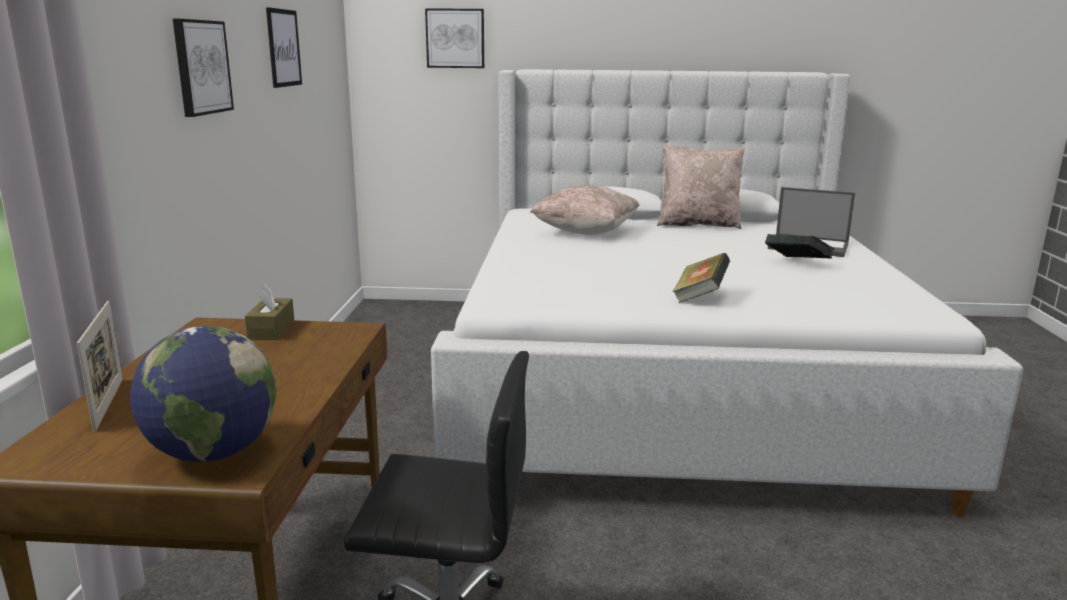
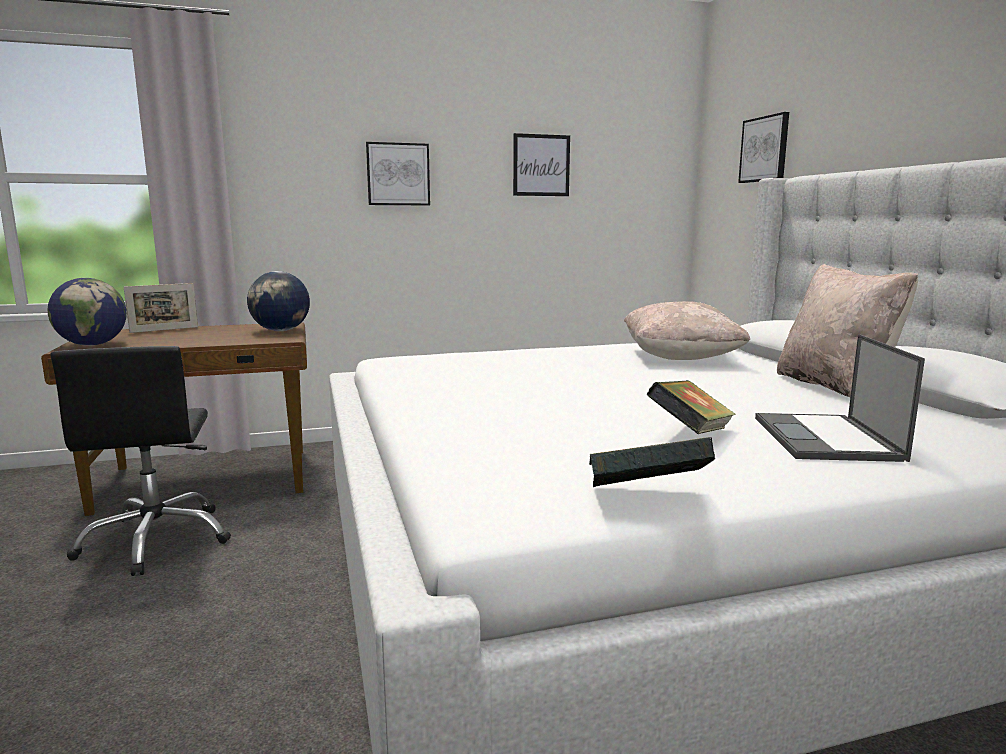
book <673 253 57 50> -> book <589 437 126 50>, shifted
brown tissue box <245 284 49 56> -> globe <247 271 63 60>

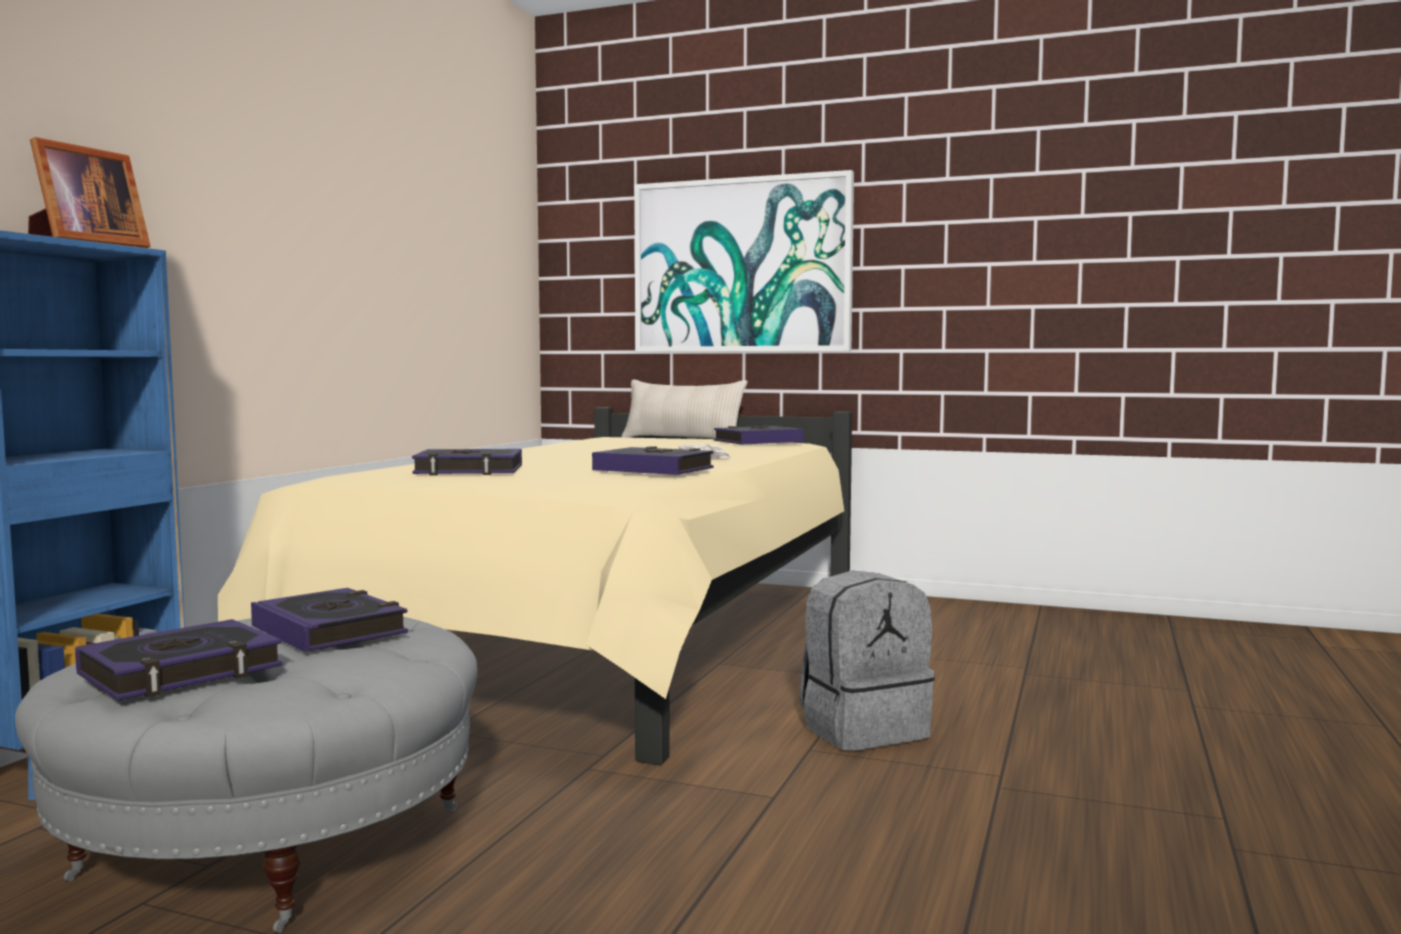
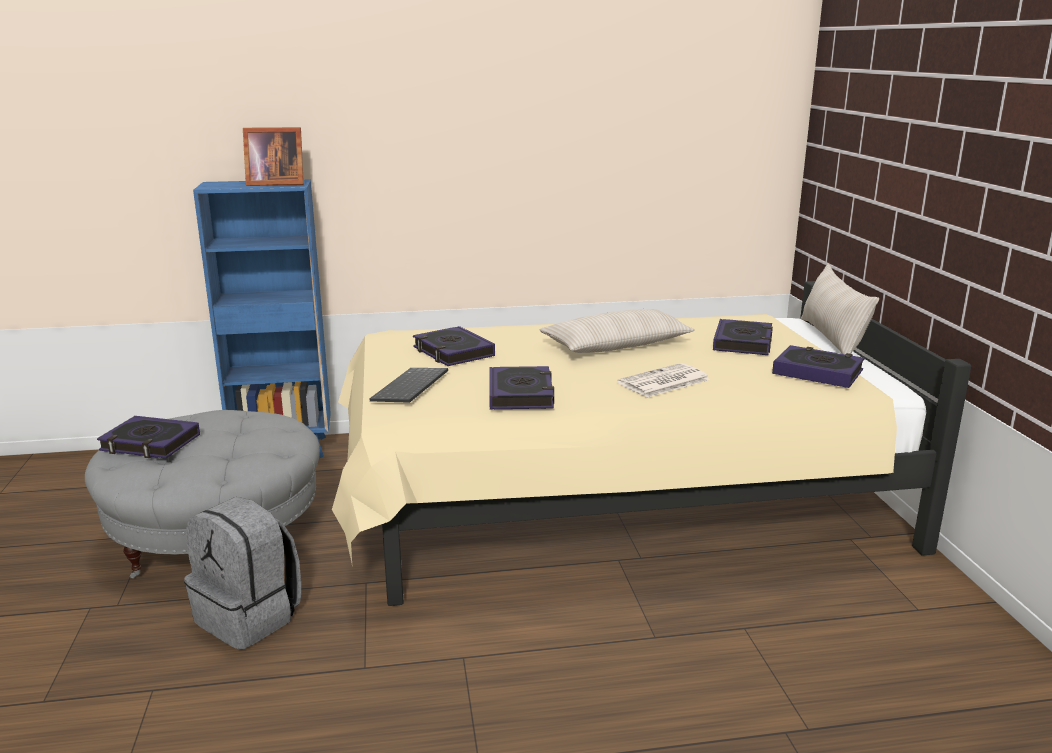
picture <634 170 220 182> -> none
none -> keyboard <369 368 79 35>
none -> beige pillow <539 309 156 44>
book <251 588 157 64> -> book <713 319 60 36>, shifted
grey backpack <800 570 135 181> -> grey backpack <184 497 117 153>, shifted

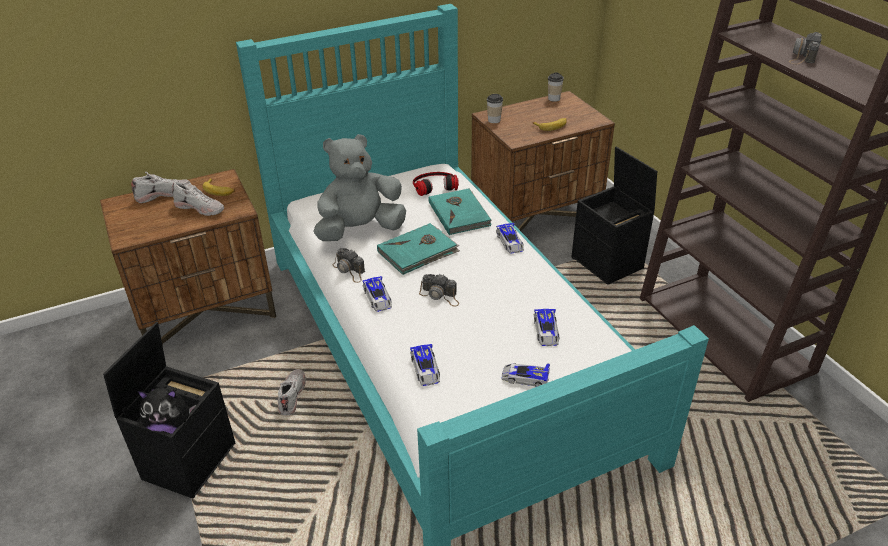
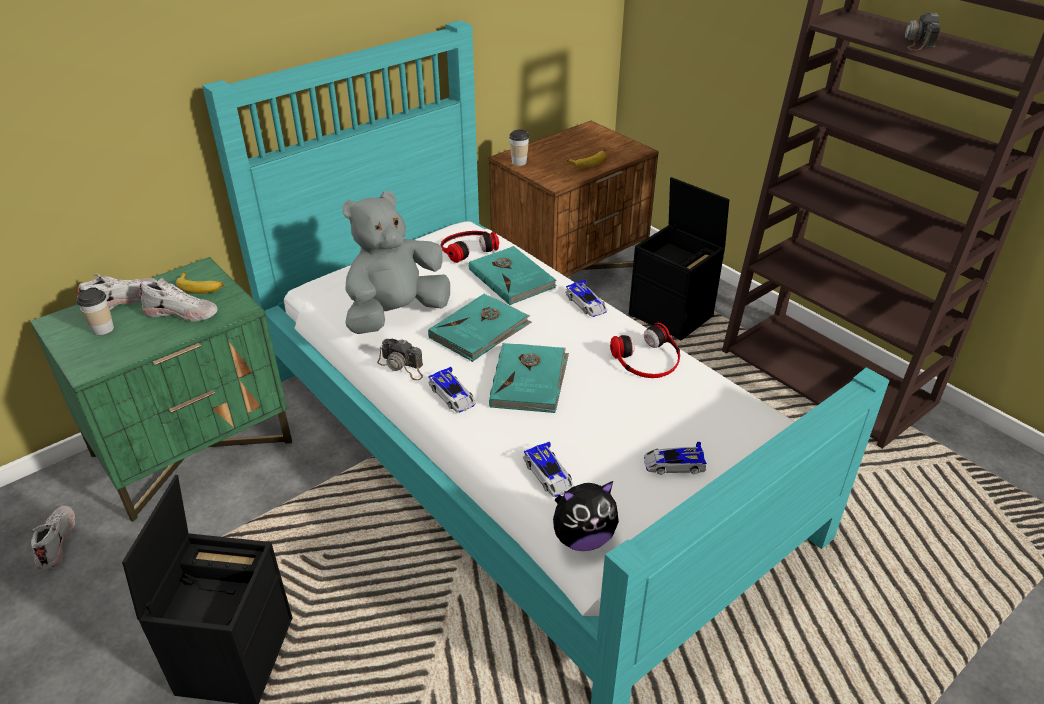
toy car <533 309 26 37> -> none
none -> headphones <610 323 70 55>
plush toy <137 388 59 46> -> plush toy <553 481 66 70>, shifted
white shoe <278 369 28 46> -> white shoe <31 506 44 64>, shifted
cup <548 73 16 29> -> cup <77 287 37 48>, shifted
photo camera <419 274 40 32> -> turquoise book <489 343 80 70>
brown nightstand <100 169 176 175> -> green nightstand <30 257 262 265>

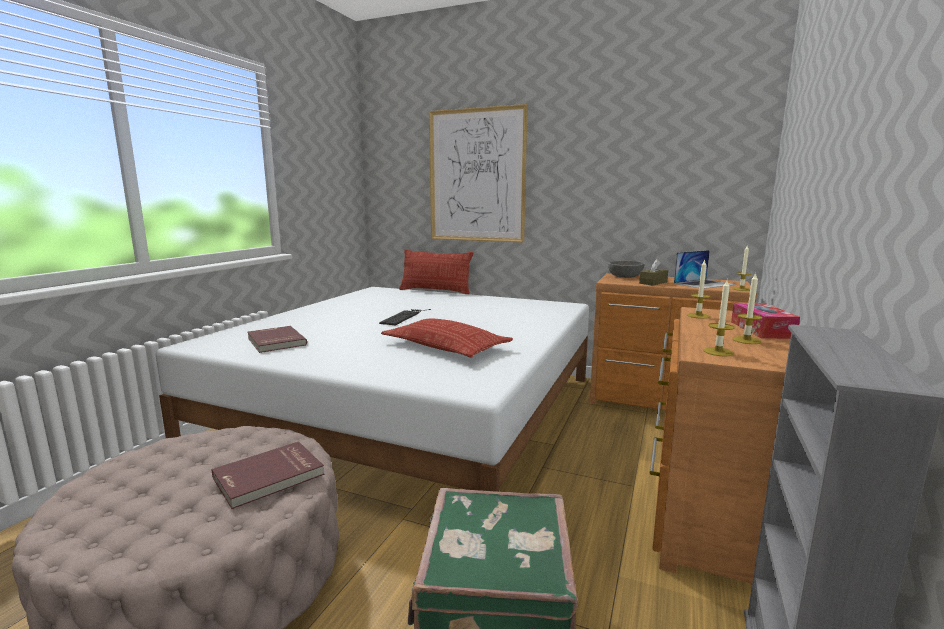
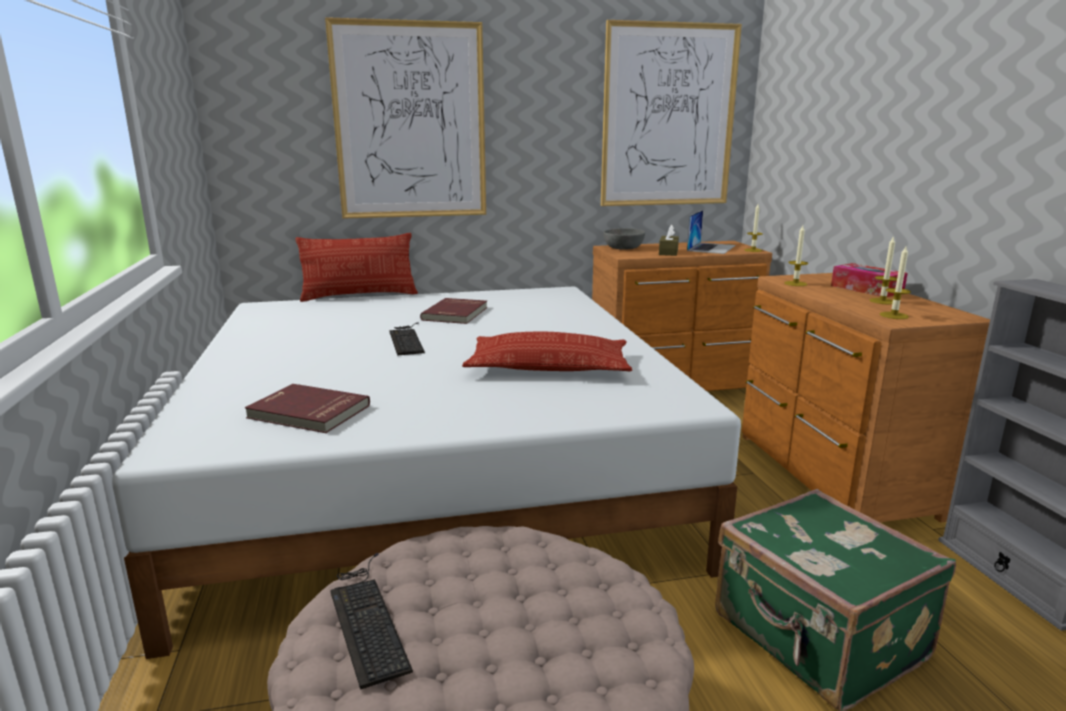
none -> keyboard <330 553 83 137>
none -> picture <601 20 141 186>
red book <212 441 112 68> -> red book <420 298 67 26>, shifted

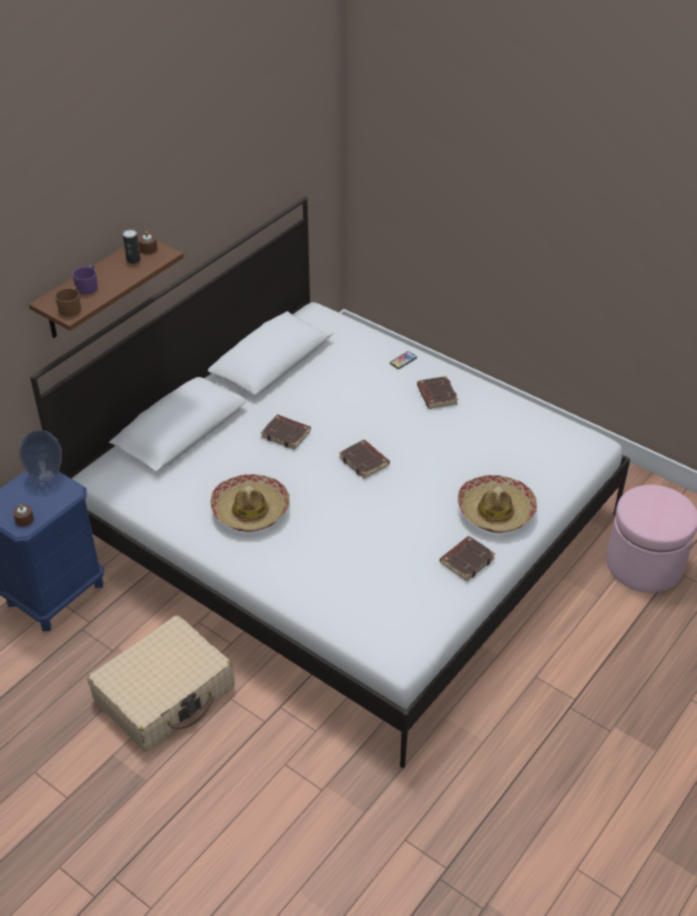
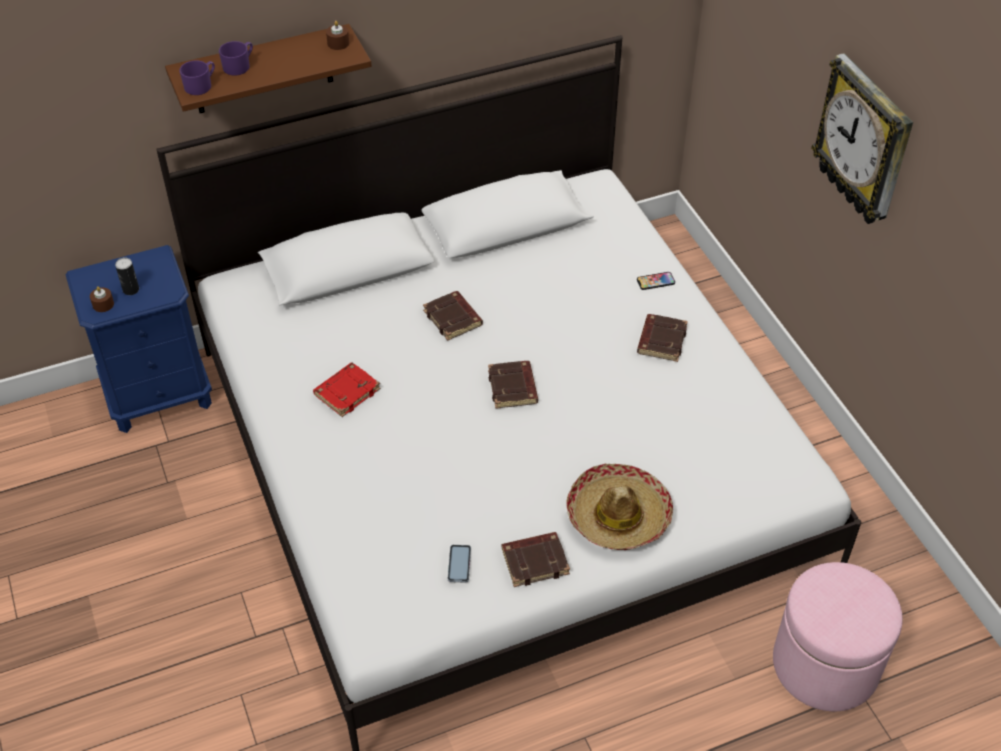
vase <19 430 43 52> -> none
beige suitcase <87 615 148 137> -> none
none -> phone <448 545 23 38>
none -> wall clock <811 53 102 171>
can <123 229 18 35> -> can <115 257 24 38>, shifted
hat <210 474 79 58> -> red book <313 362 68 55>
brown mug <55 286 26 31> -> purple mug <179 60 36 35>

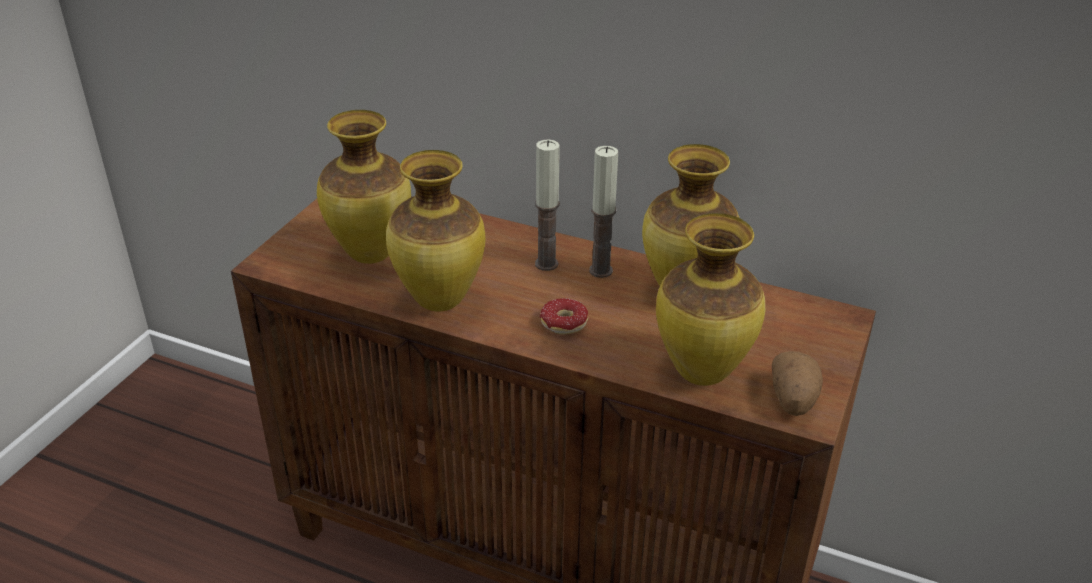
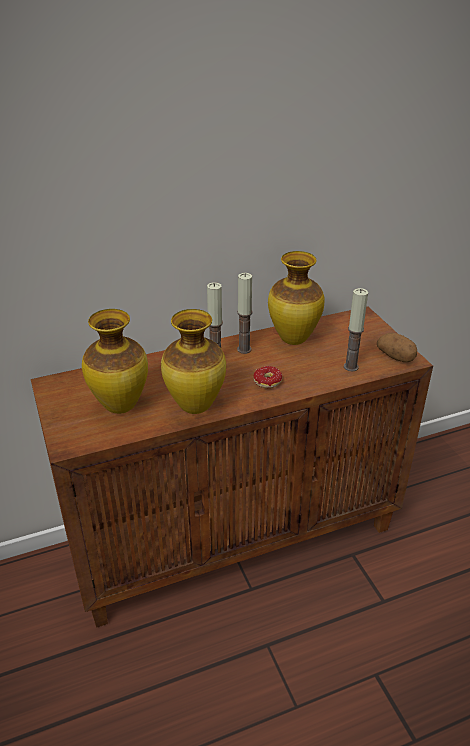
vase <656 213 109 173> -> candle <344 288 24 84>

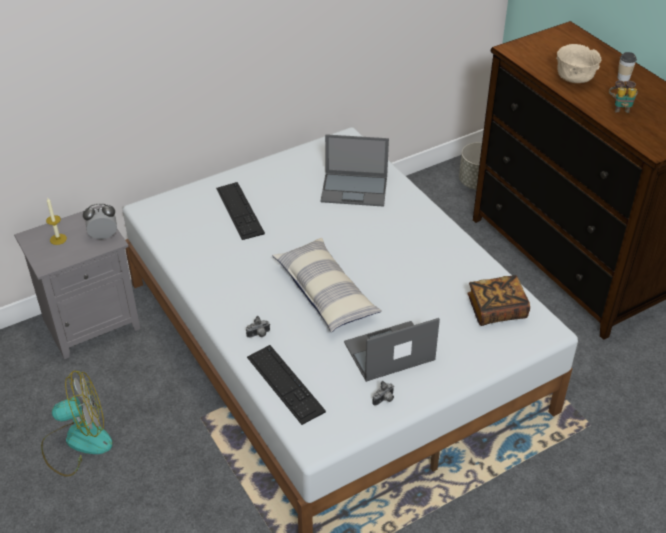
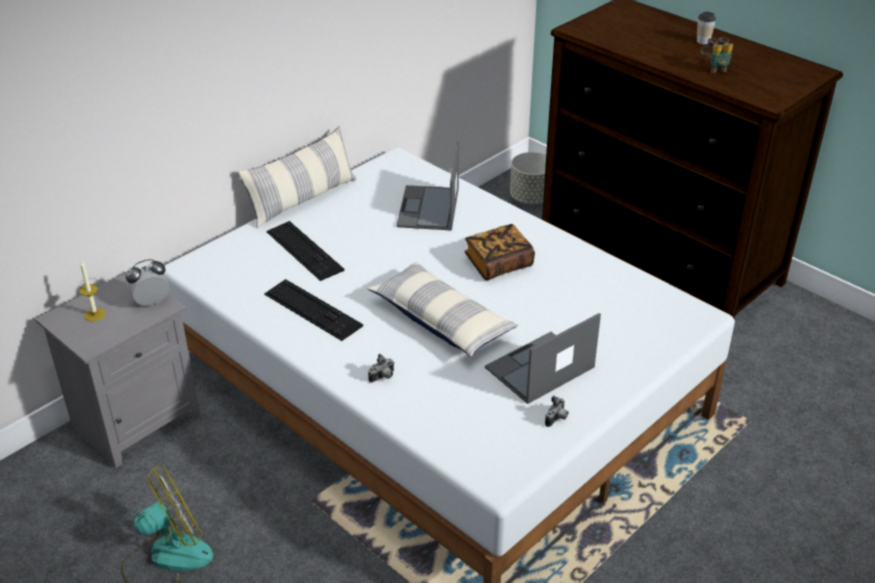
beige bowl <556 44 46 39> -> none
none -> pillow <238 126 118 102>
keyboard <247 345 79 80> -> keyboard <264 279 99 62>, shifted
book <468 275 62 51> -> book <464 224 71 56>, shifted
laptop <321 134 68 73> -> laptop <396 142 63 89>, 105 degrees clockwise

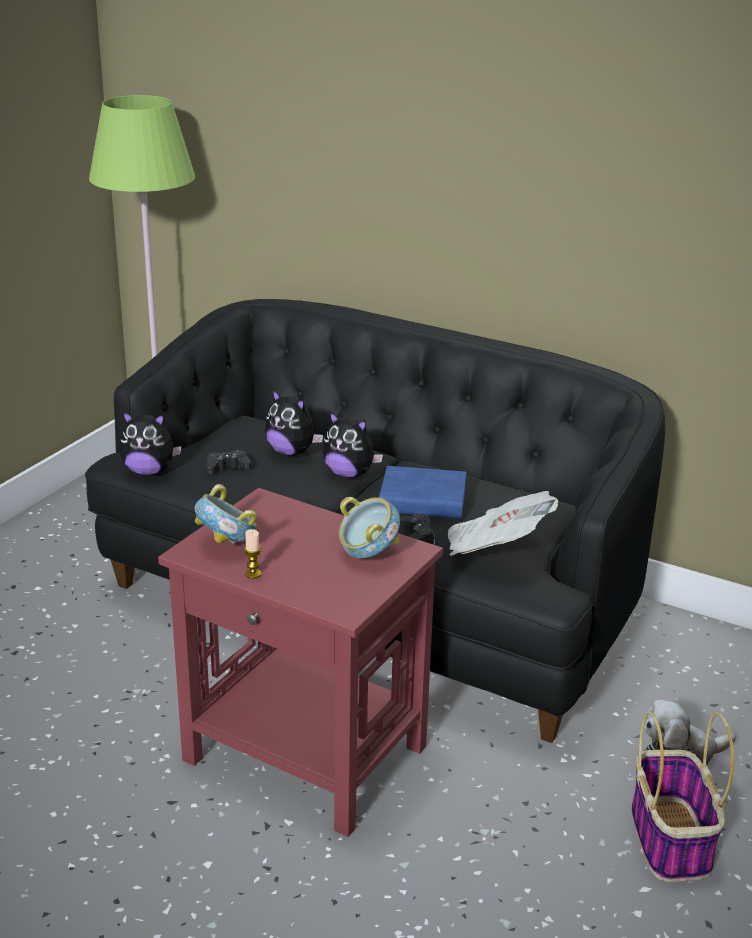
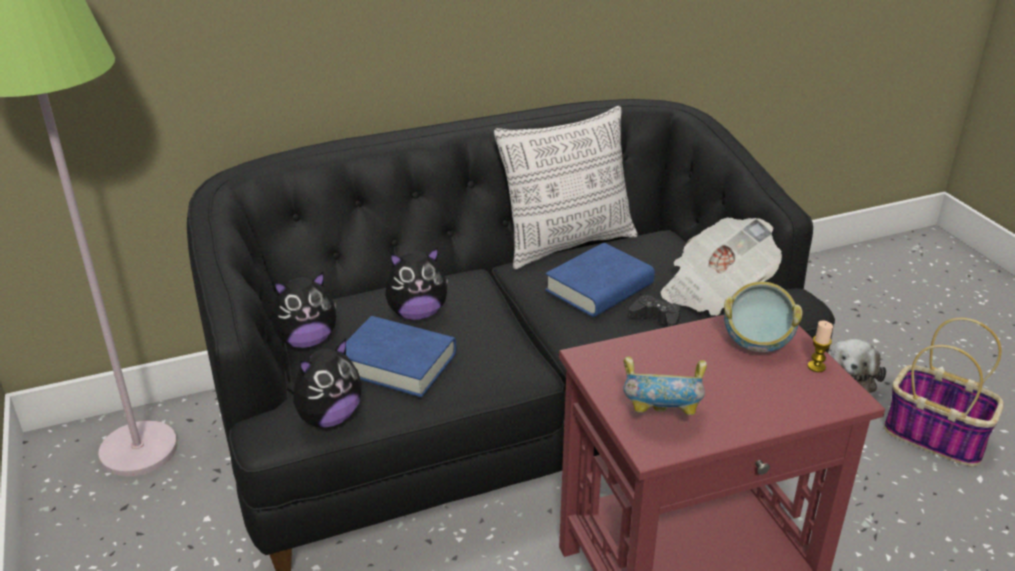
none -> pillow <494 106 144 163>
candle <244 529 18 50> -> candle <808 320 25 52>, shifted
plush toy <322 411 61 67> -> plush toy <272 272 65 76>, shifted
black game controller <207 450 44 23> -> blue book <346 316 110 81>

